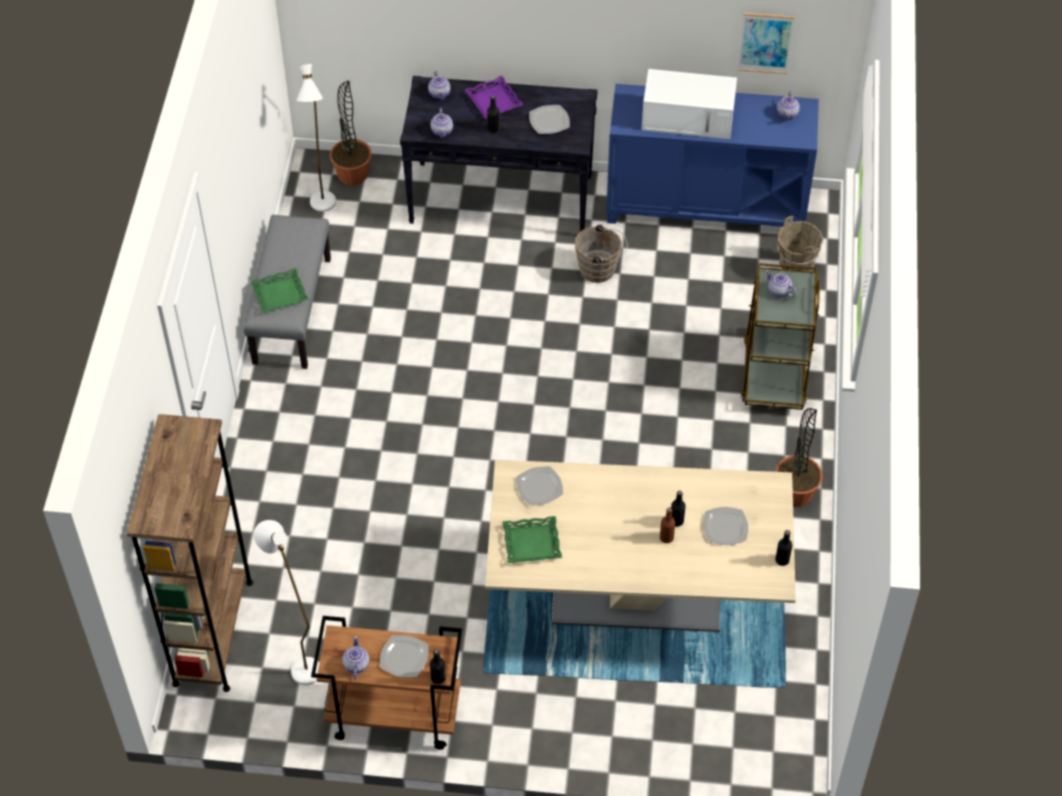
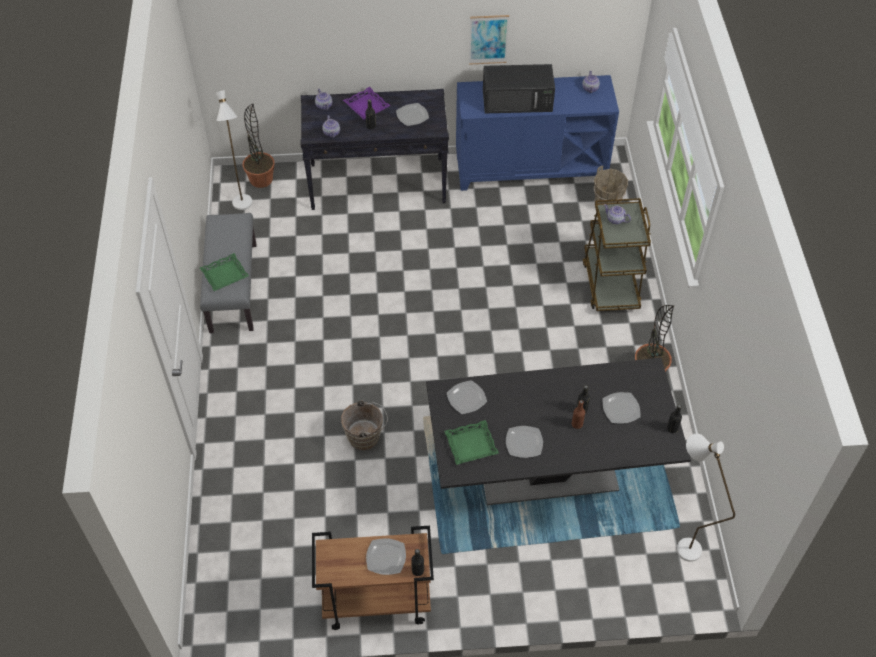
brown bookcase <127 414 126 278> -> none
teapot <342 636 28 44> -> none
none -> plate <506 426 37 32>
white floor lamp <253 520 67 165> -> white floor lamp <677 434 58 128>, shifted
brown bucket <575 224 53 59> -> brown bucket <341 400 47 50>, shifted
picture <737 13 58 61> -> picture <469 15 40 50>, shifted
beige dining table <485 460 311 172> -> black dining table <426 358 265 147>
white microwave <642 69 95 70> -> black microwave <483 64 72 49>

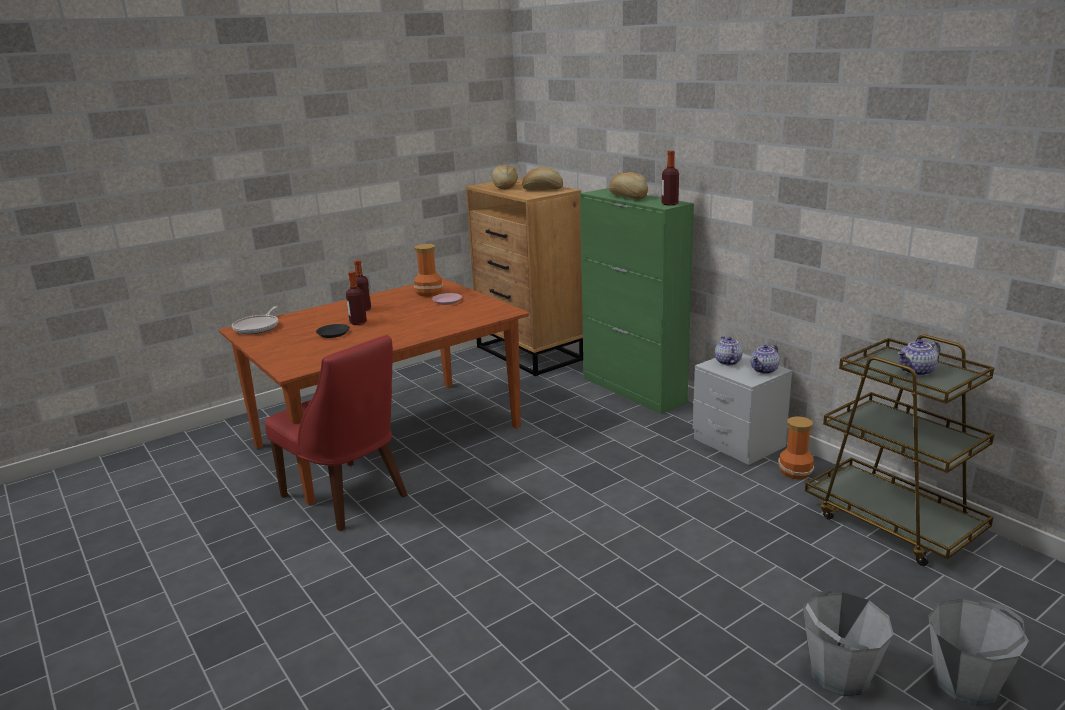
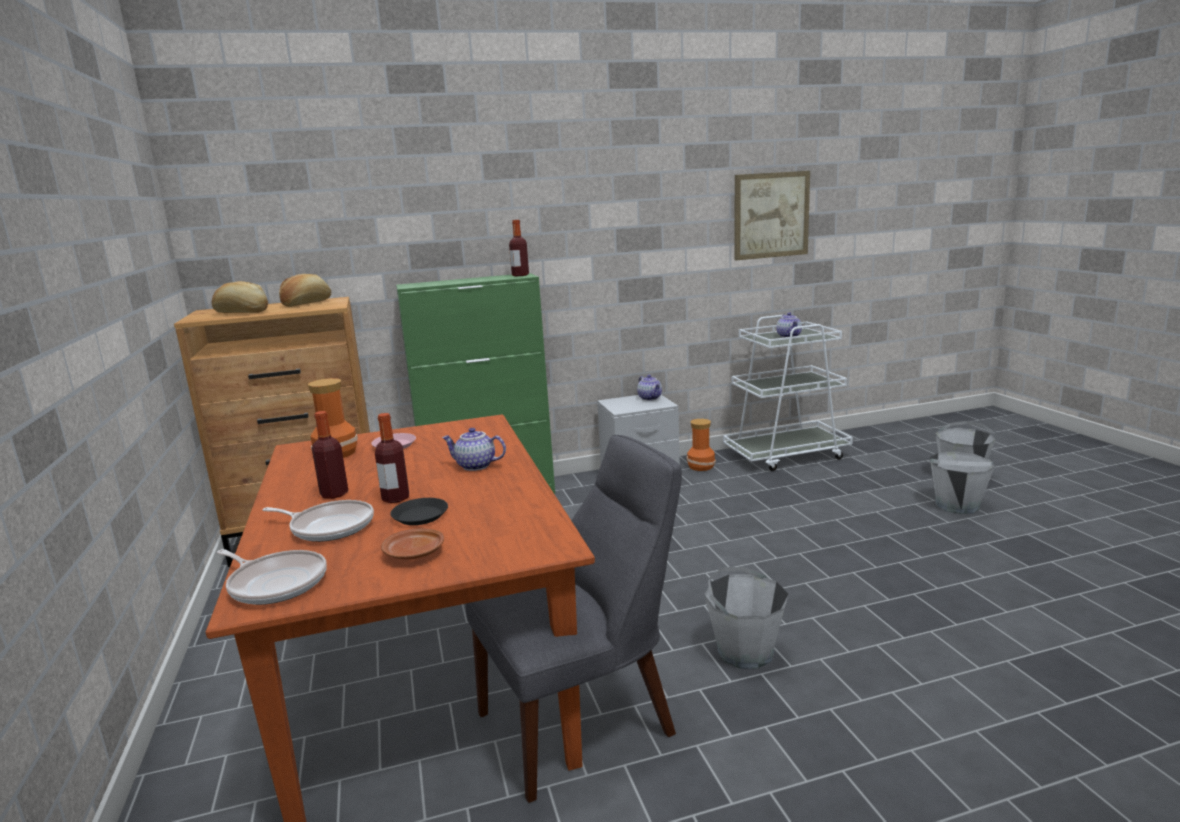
bread <609 172 39 28> -> none
none -> frying pan <262 500 112 42>
none -> brown plate <381 529 63 30>
none -> grey bucket <705 567 83 102>
none -> picture <735 171 75 89>
teapot <715 336 28 29> -> teapot <442 428 64 43>, shifted
red chair <265 335 143 196> -> grey chair <466 435 216 368>
brown cart <805 335 189 231> -> white cart <723 315 130 156>

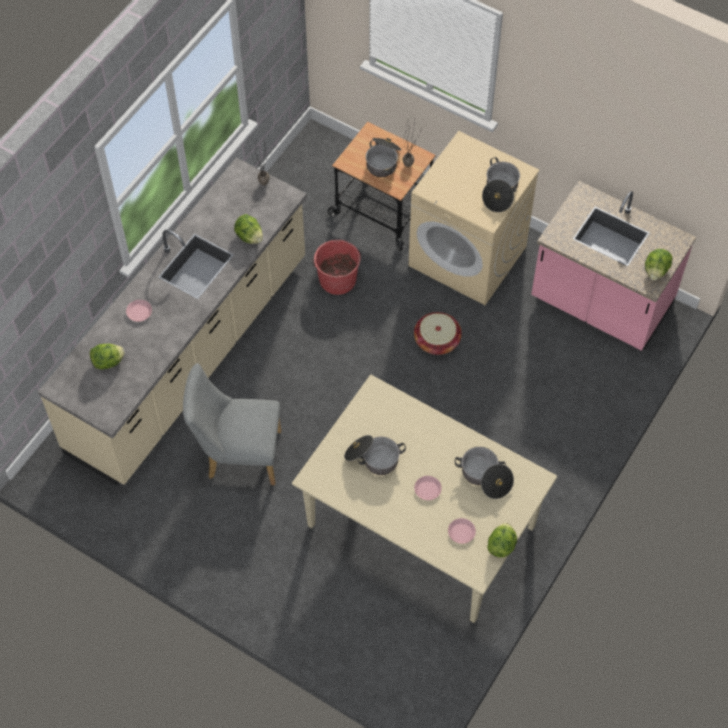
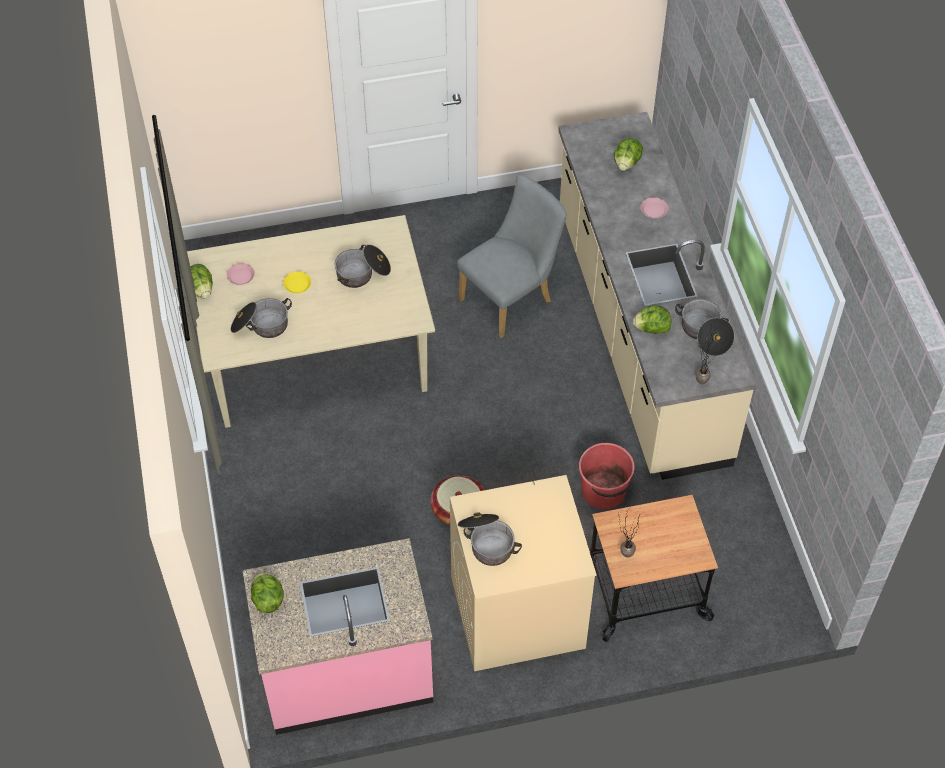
cooking pot <366 138 36 39> -> cooking pot <675 299 59 57>, shifted
pink plate <414 476 28 24> -> yellow plate <283 272 28 21>

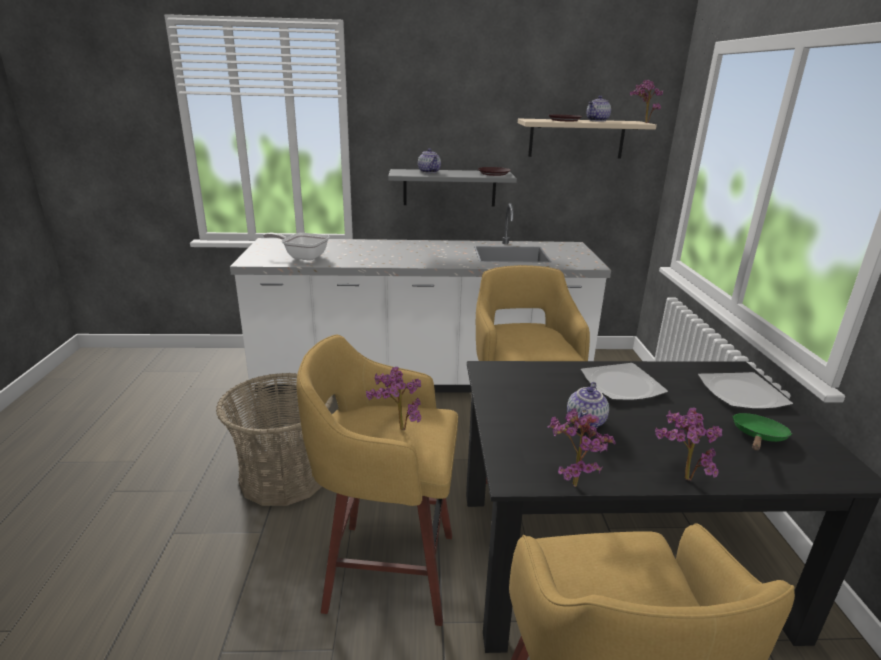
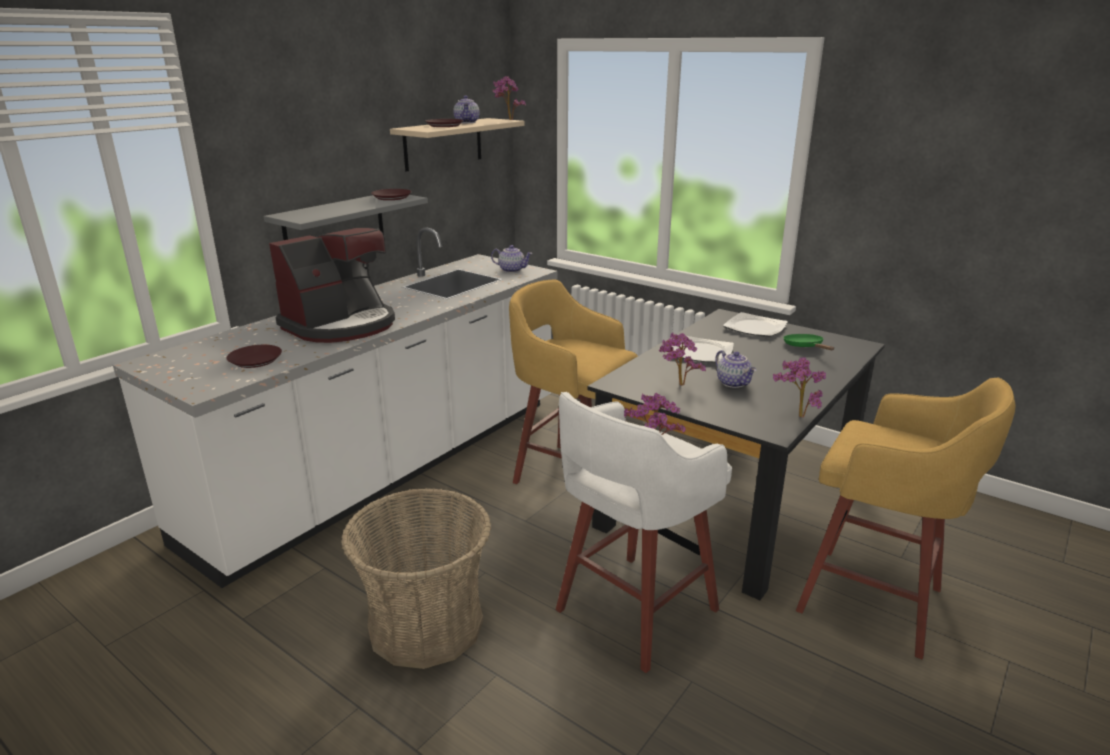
none -> coffee machine <269 228 126 115>
teapot <418 148 23 25> -> teapot <491 245 42 28>, shifted
potted plant <655 407 67 74> -> potted plant <658 333 48 53>, shifted
frying pan <263 233 66 28> -> brown plate <227 345 55 23>
yellow stool <296 335 162 291> -> white stool <556 392 176 281>

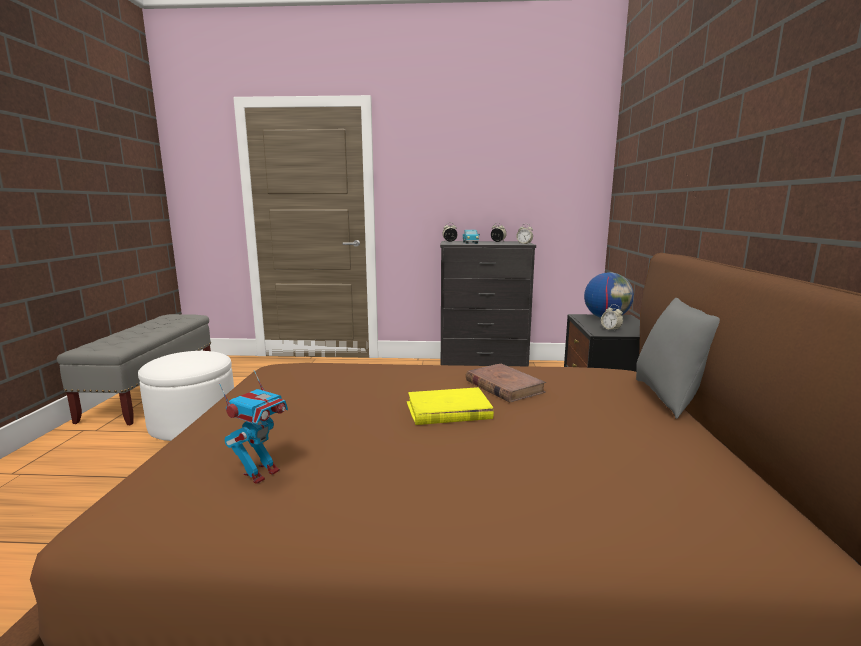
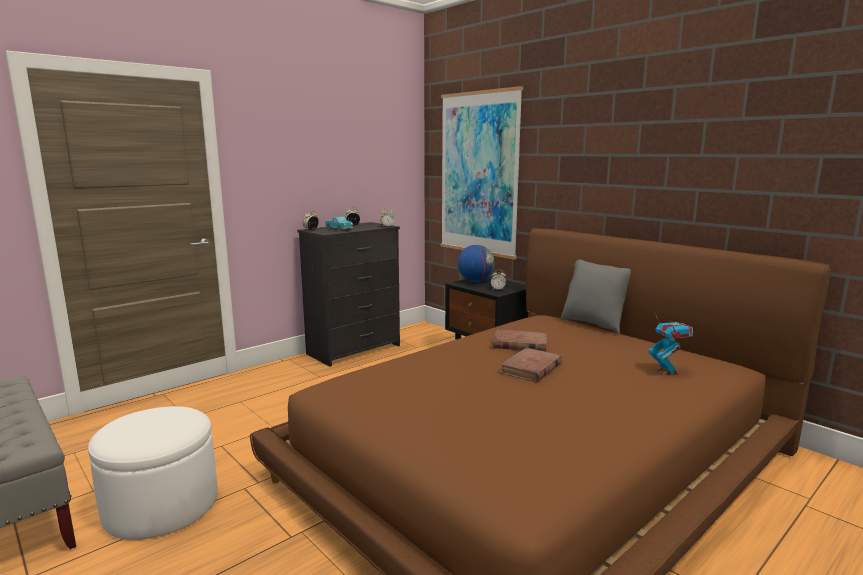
none -> picture <441 86 82 173>
toy robot <219 370 69 114> -> toy robot <648 314 45 61>, shifted
yellow book <407 387 87 38> -> brown book <499 348 63 34>

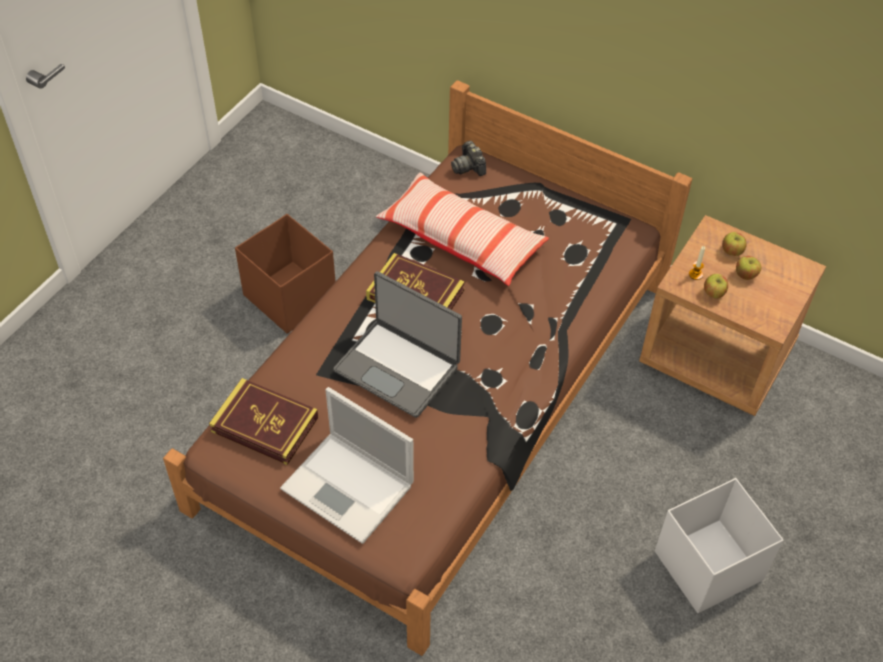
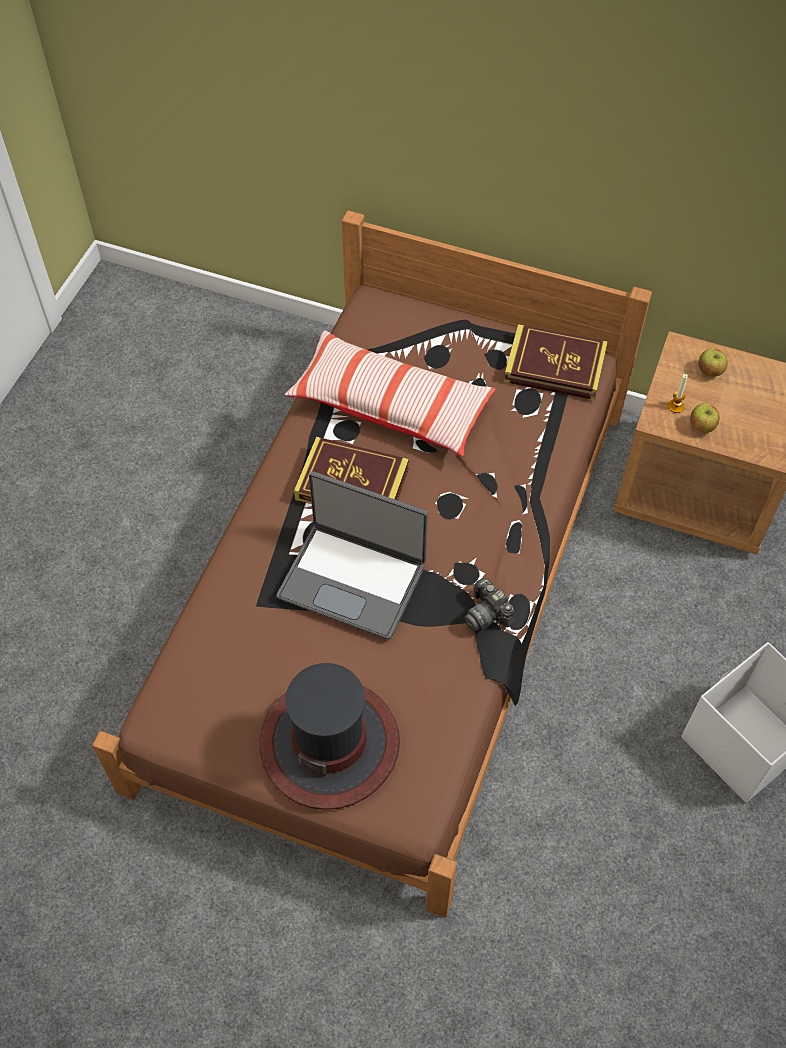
brown storage box <235 214 101 120> -> none
apple <736 256 25 24> -> none
book <209 378 109 87> -> book <504 324 104 76>, shifted
photo camera <451 141 35 35> -> photo camera <464 578 51 54>, shifted
laptop <280 387 134 157> -> hat <260 663 140 147>

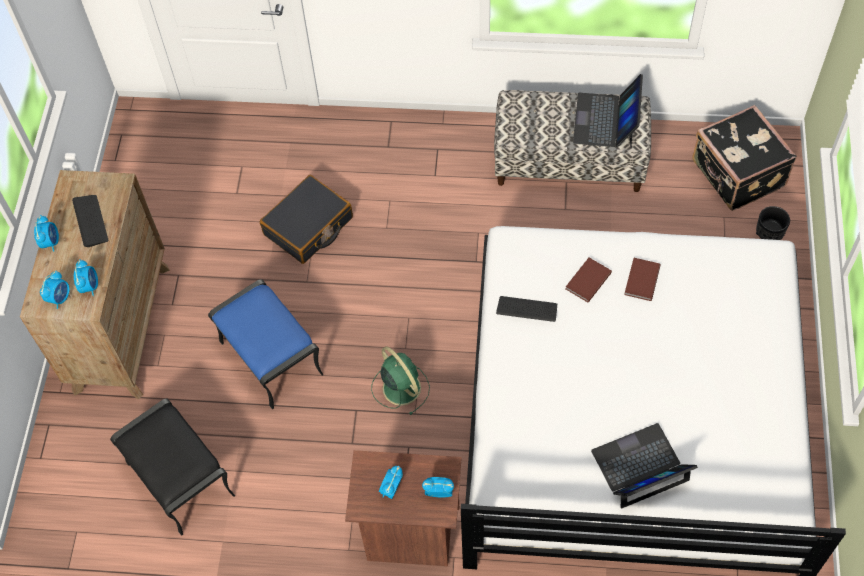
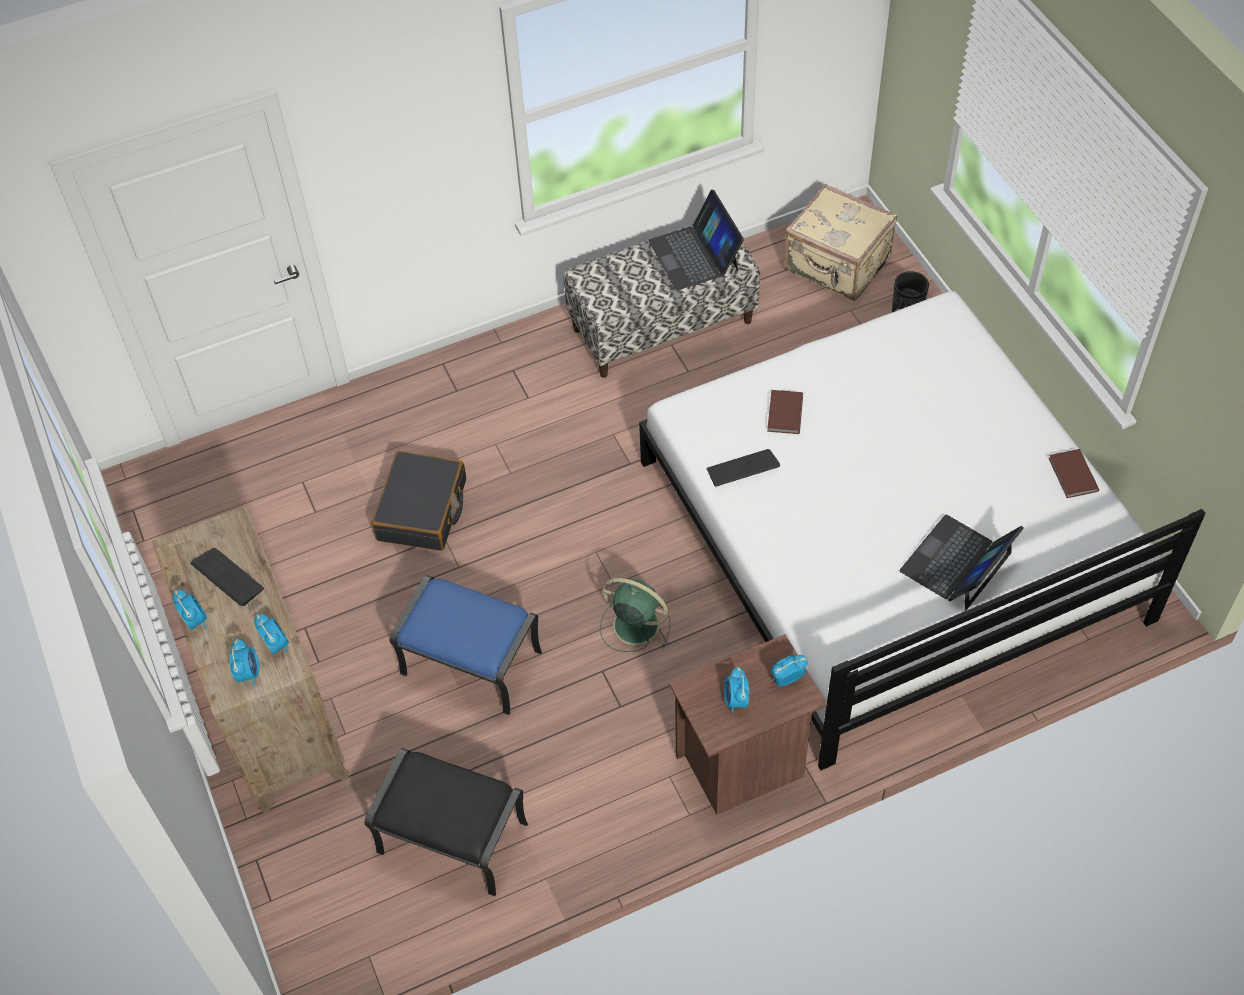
brown book <624 258 37 43> -> brown book <1048 449 51 49>, shifted
black suitcase <692 105 105 106> -> beige suitcase <785 184 112 117>

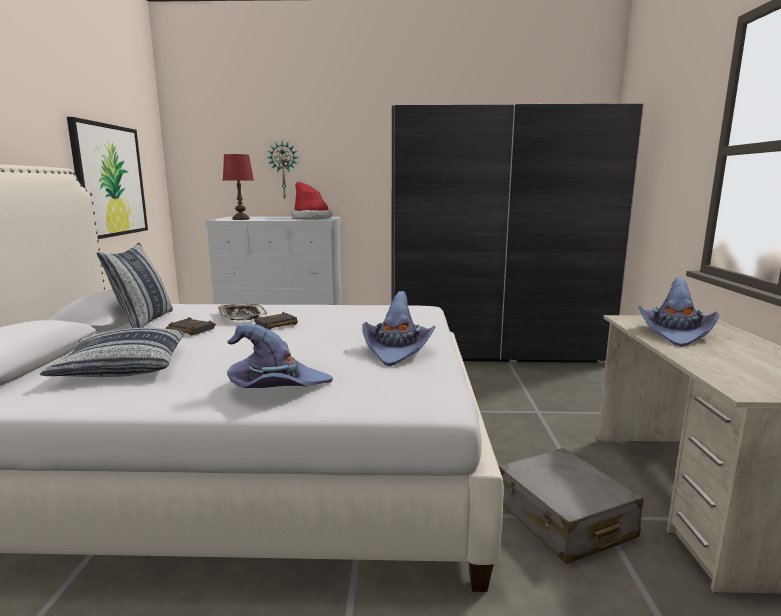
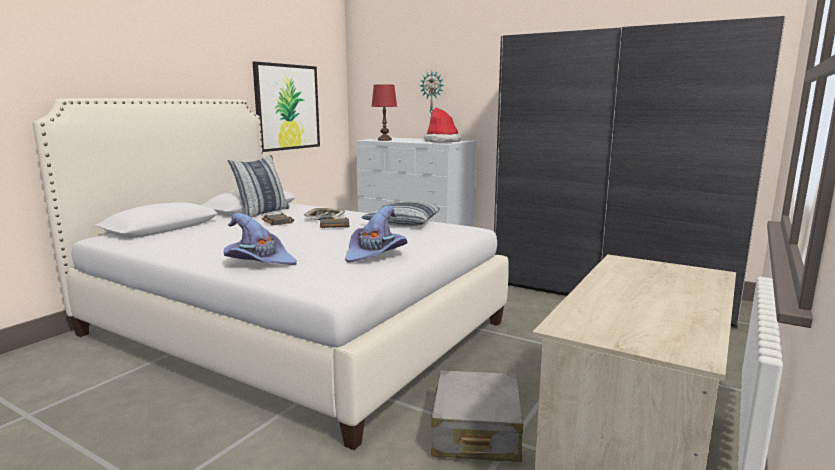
purple hat <638 277 81 70> -> none
pillow <40 328 144 49> -> pillow <361 201 79 26>, shifted

